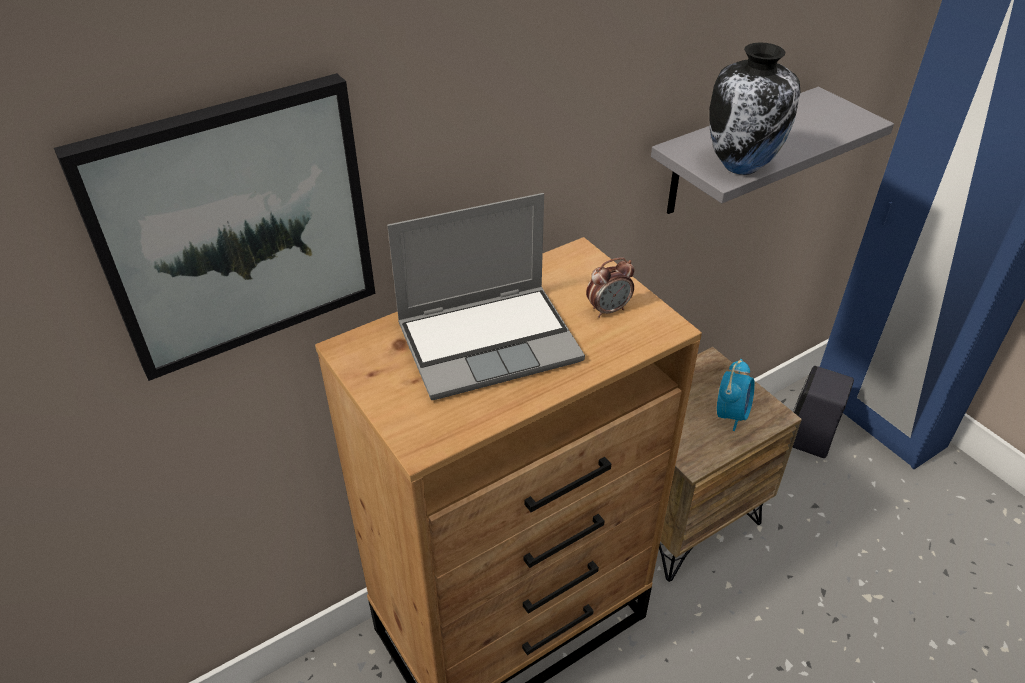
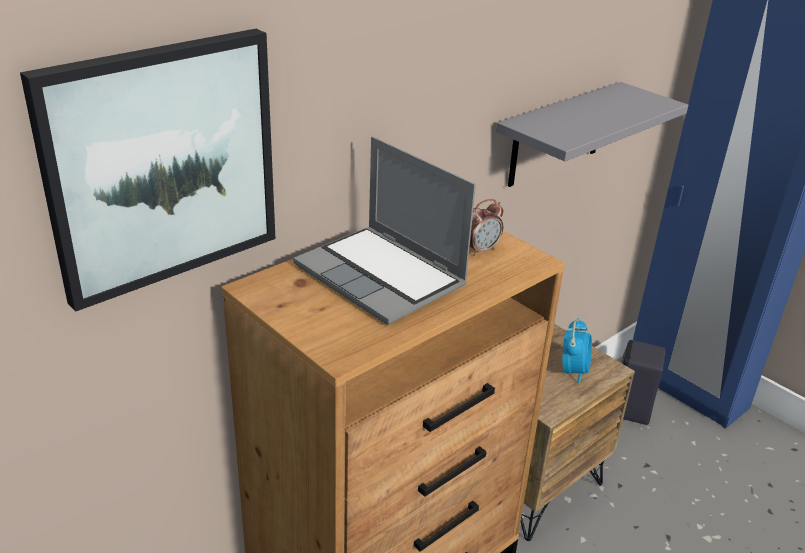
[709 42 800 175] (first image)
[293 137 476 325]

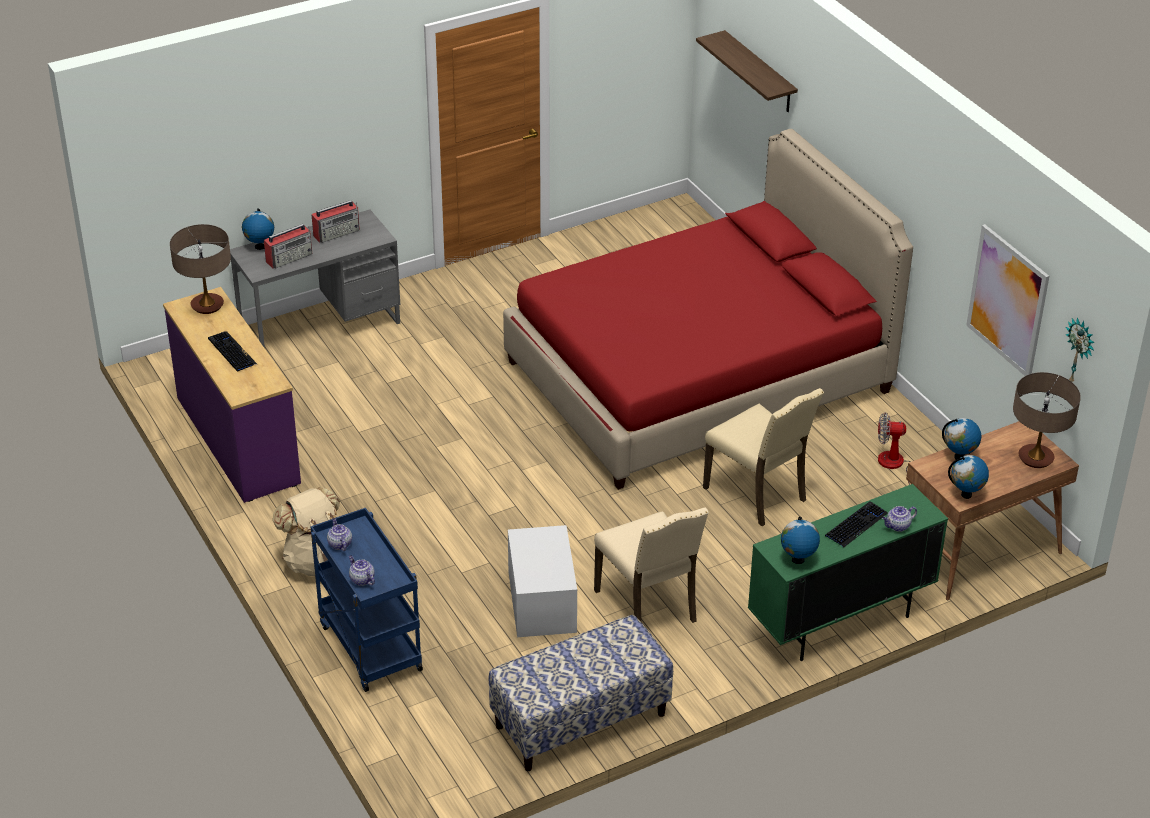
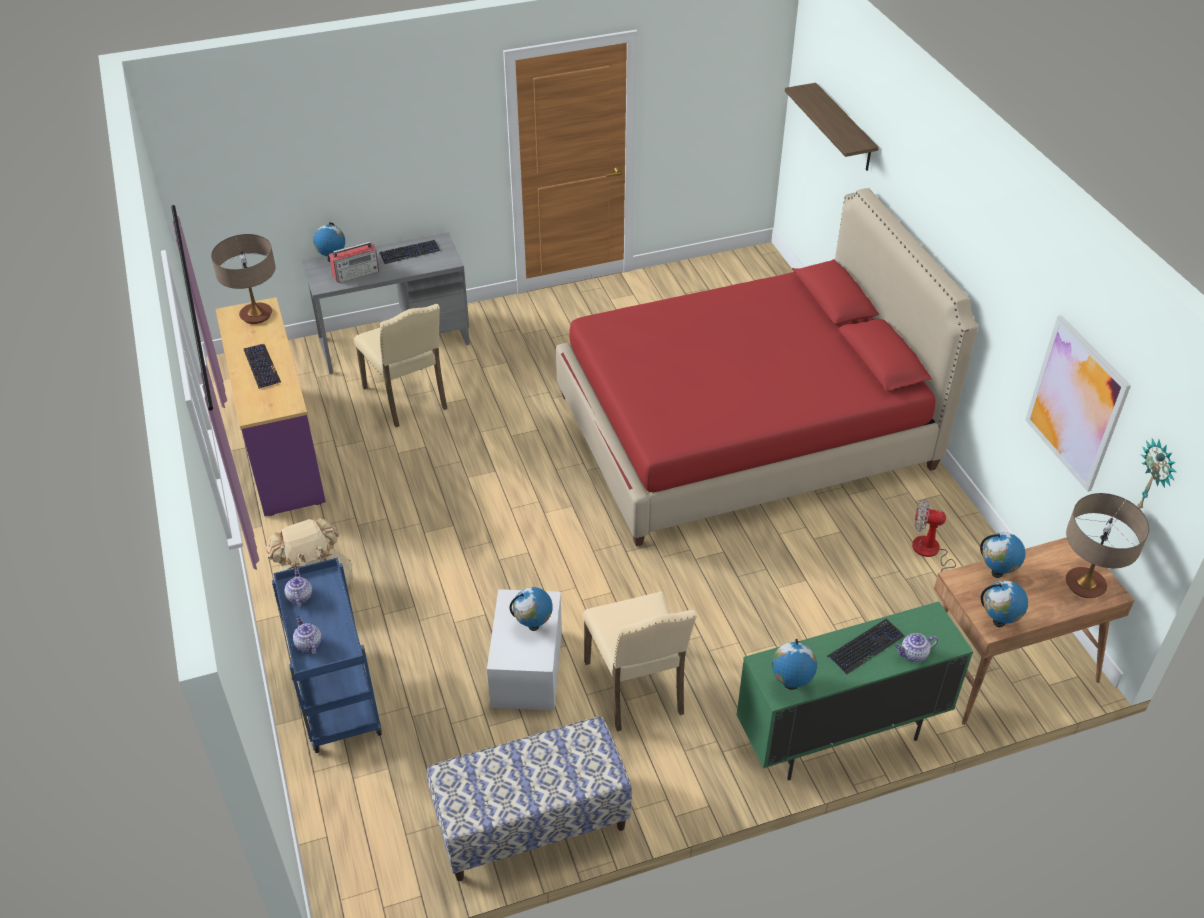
[379 240 440 264]
[354 304 448 427]
[509 587 553 631]

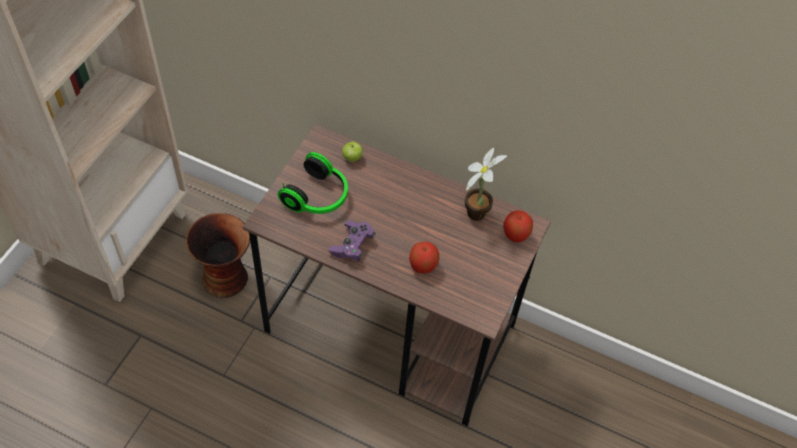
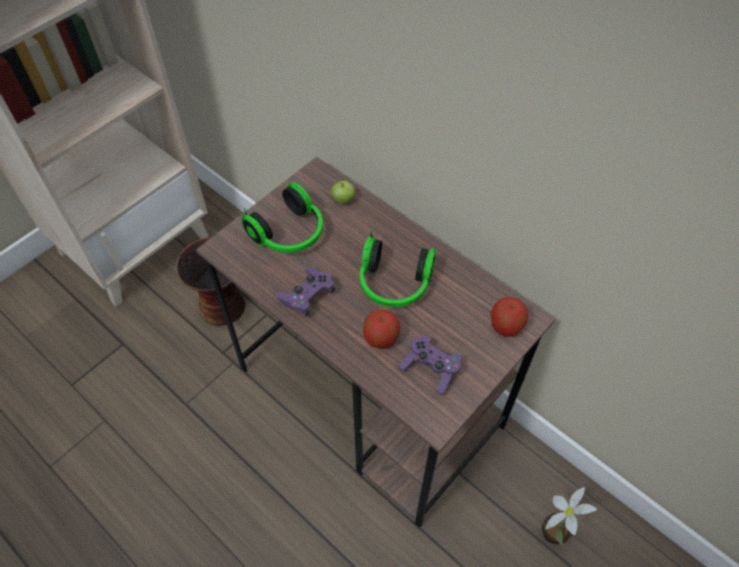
[542 487 597 545]
[360 229 436 307]
[398 335 462 395]

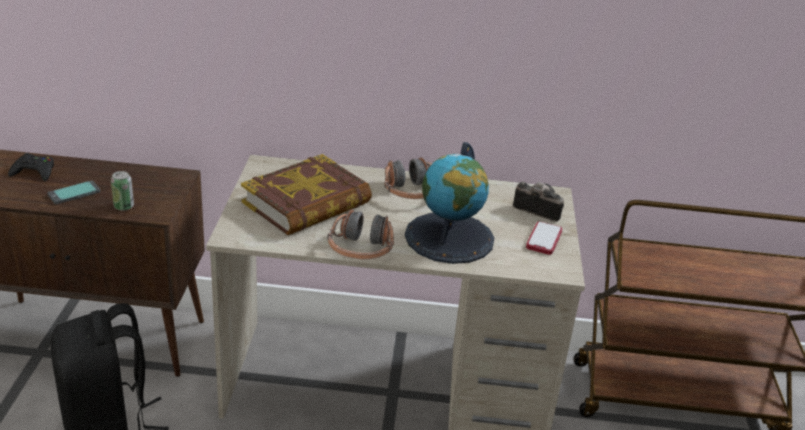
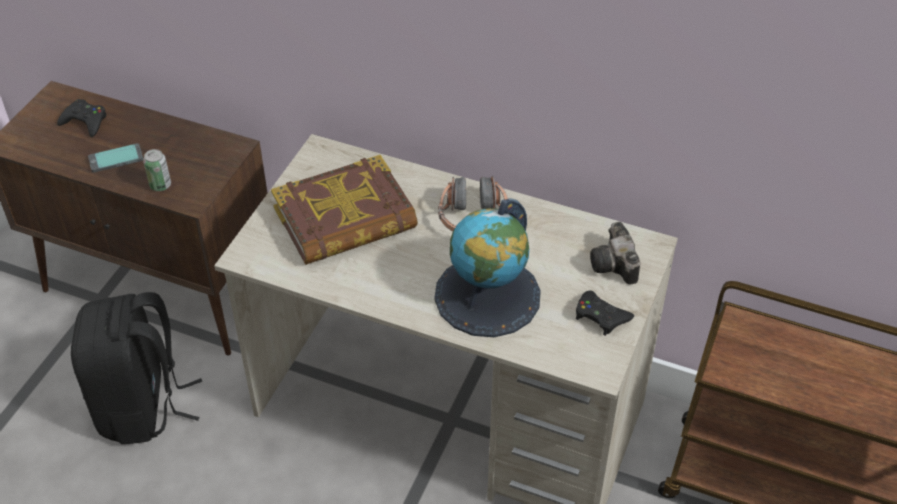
[590 222 640 285]
[327 209 394 259] (first image)
[576 290 634 336]

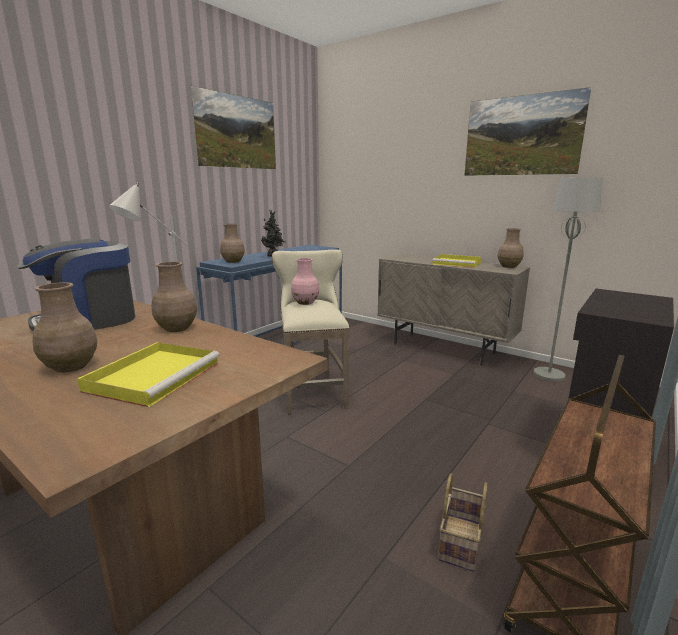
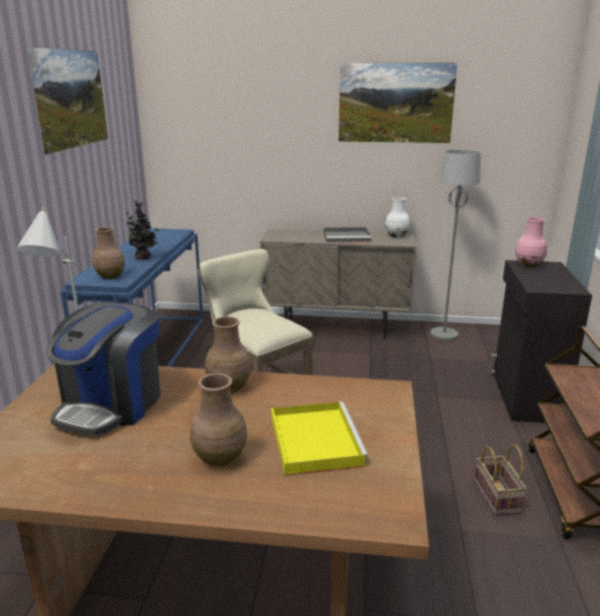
[385 197 410 237]
[324 227 371 243]
[515 217 547 267]

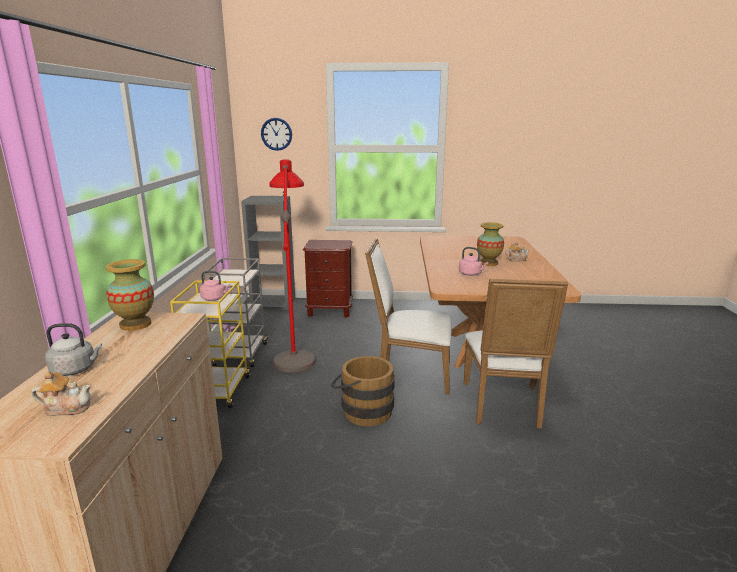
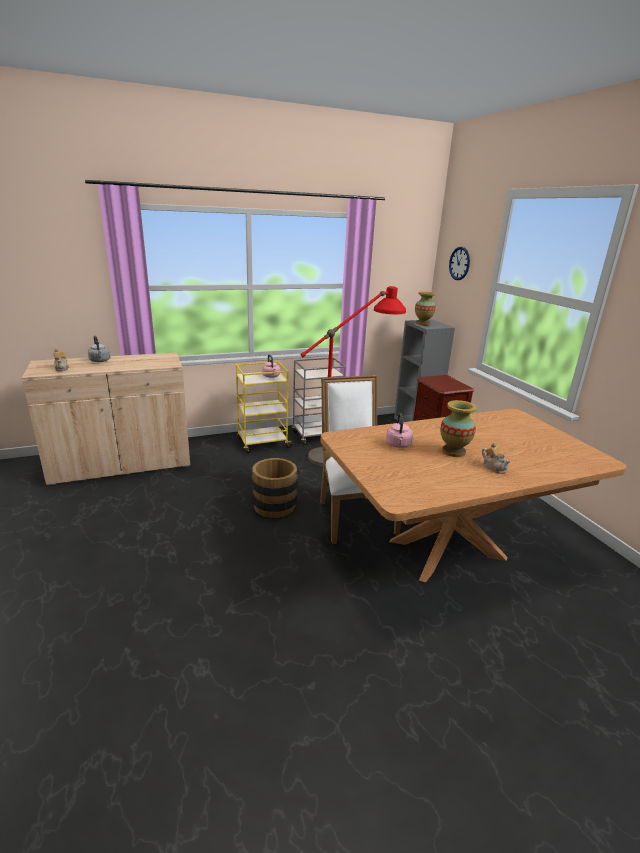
[415 291 436 325]
[464 279 568 428] (first image)

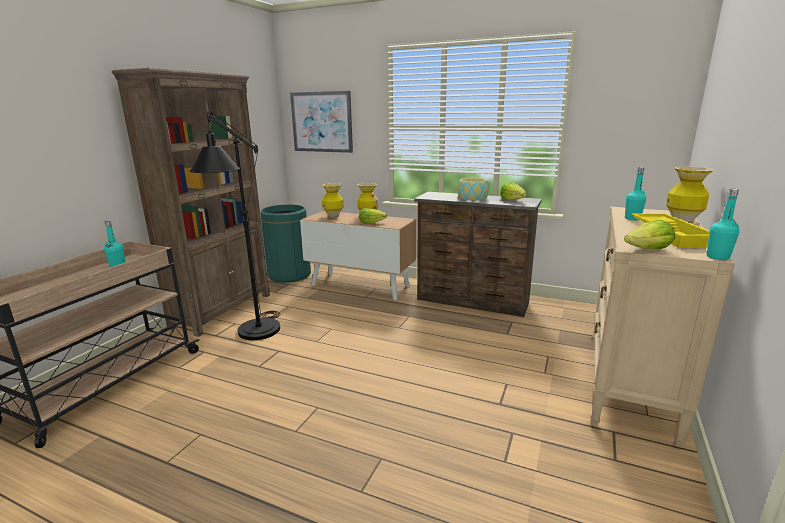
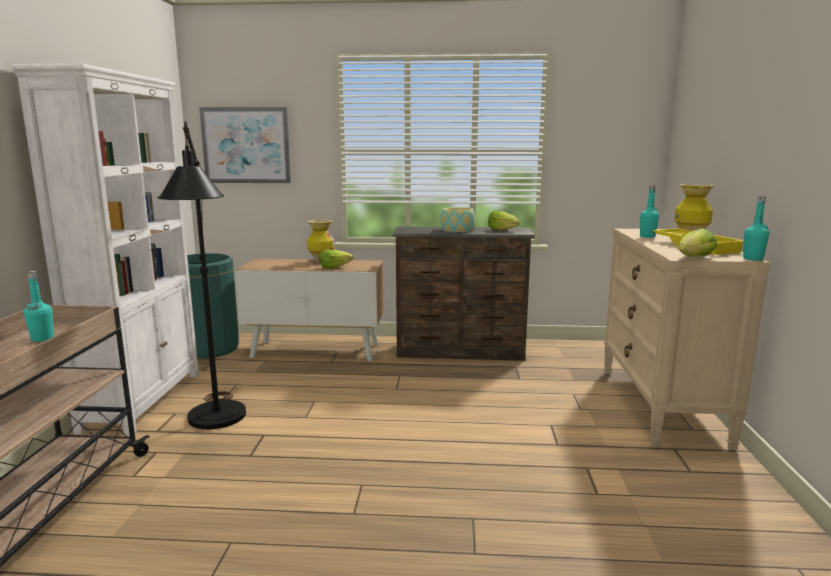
[11 63 199 436]
[322 183 344 218] (first image)

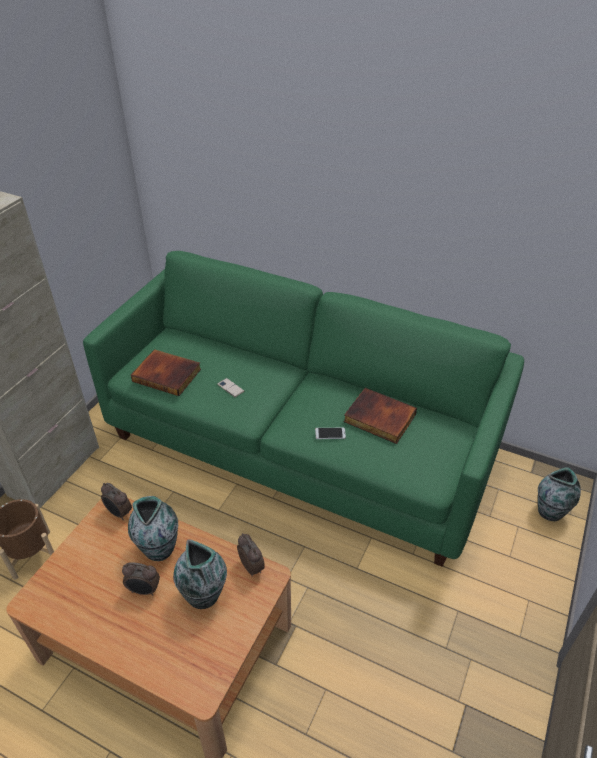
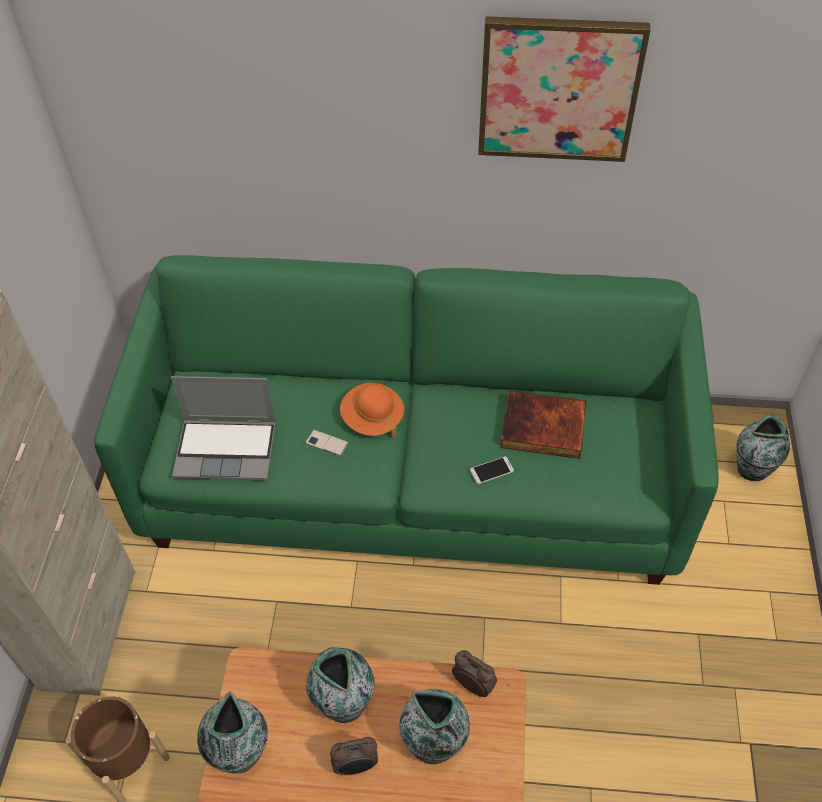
[171 376 276 480]
[101 483 132 520] (first image)
[478 16 651 162]
[340 383 404 437]
[197 691 268 773]

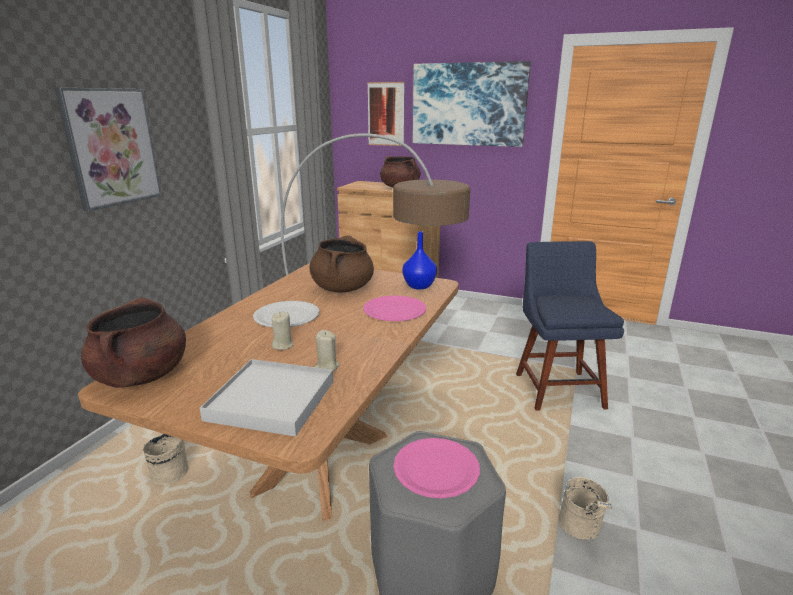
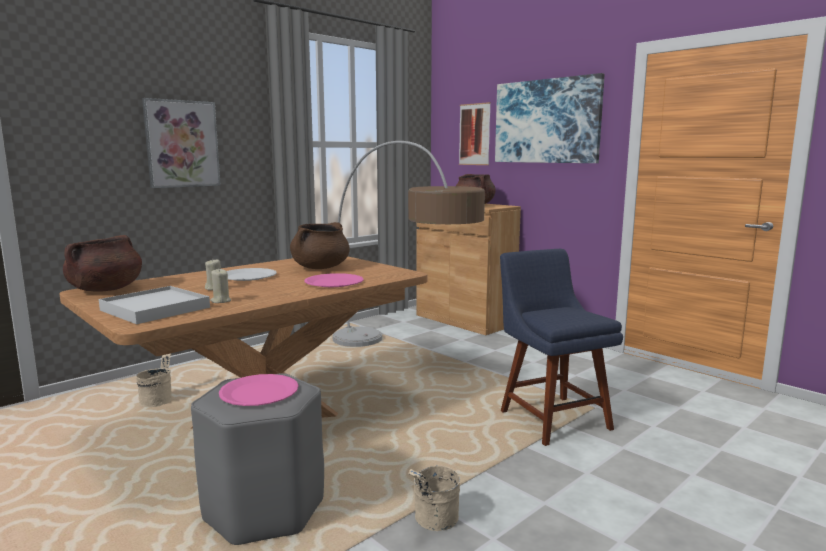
[402 231 437 289] (first image)
[500 249 623 446]

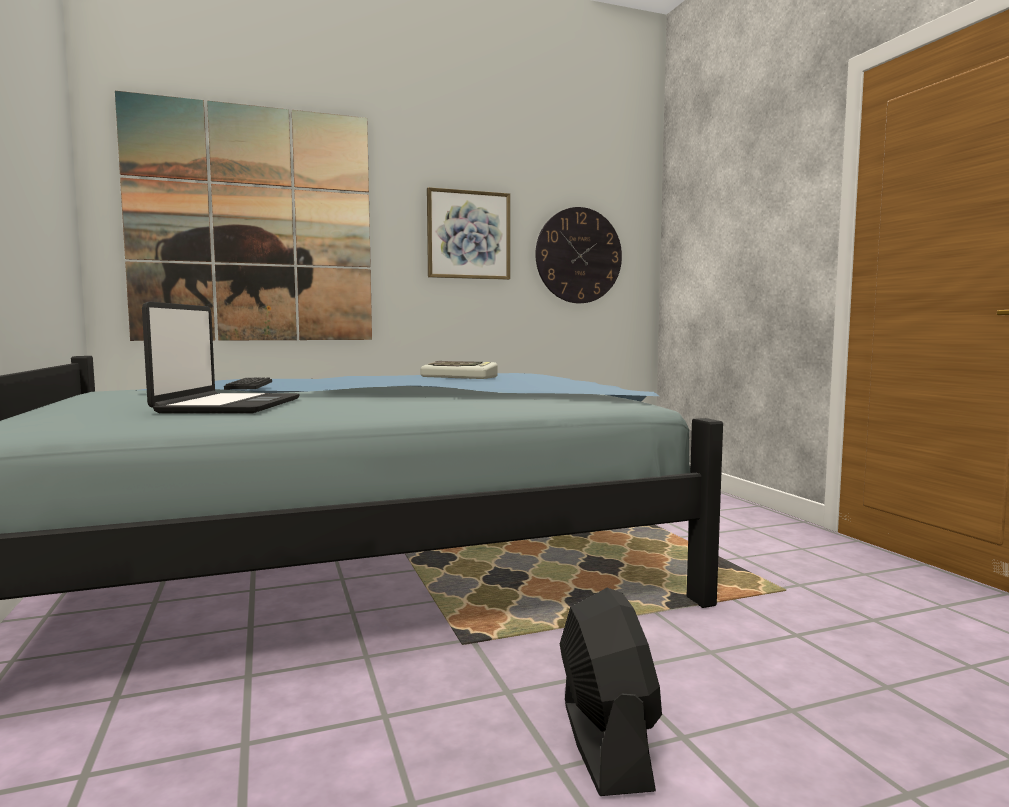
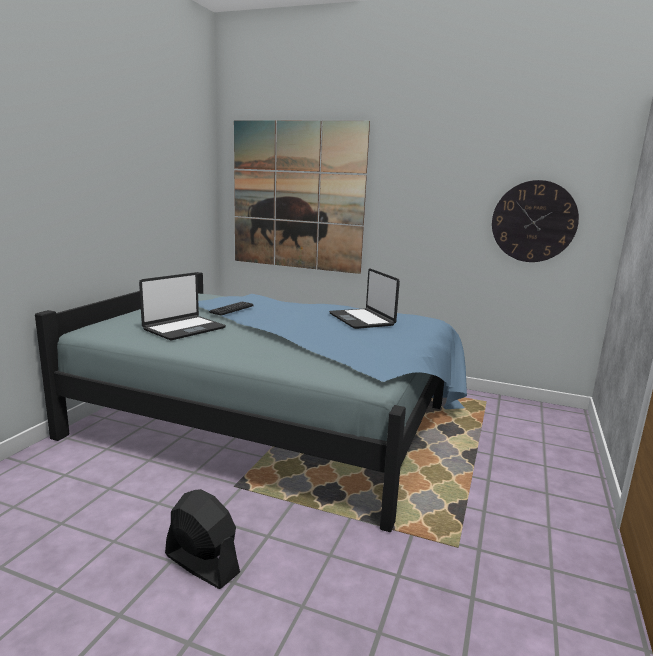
[427 187 510 280] (first image)
[329 268 400 329]
[165 489 240 589]

